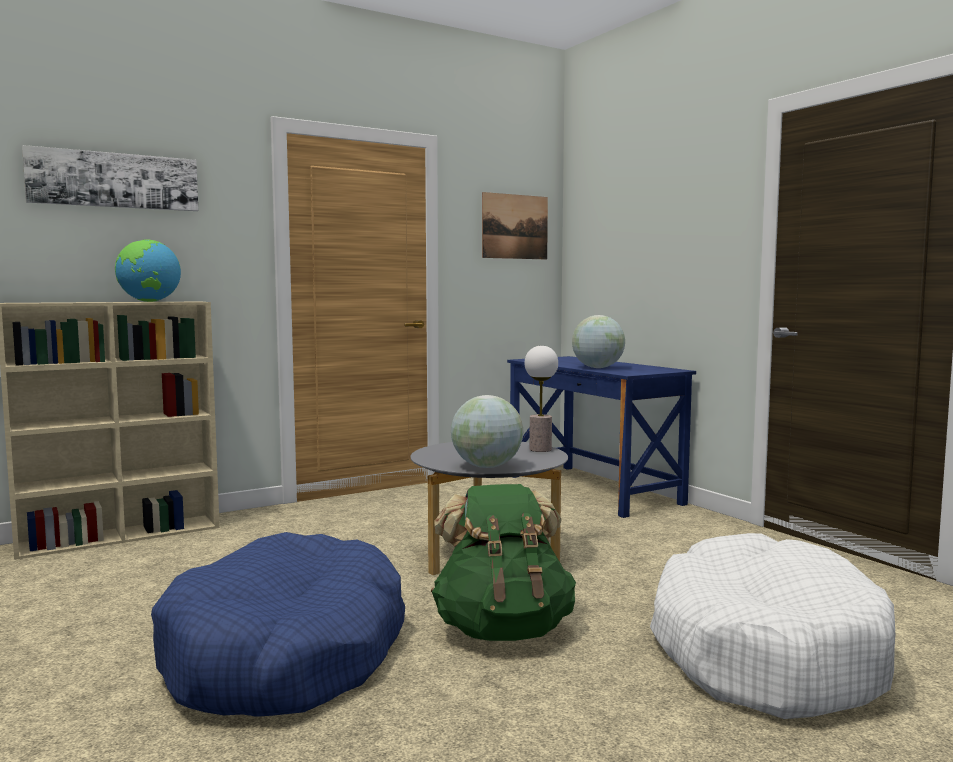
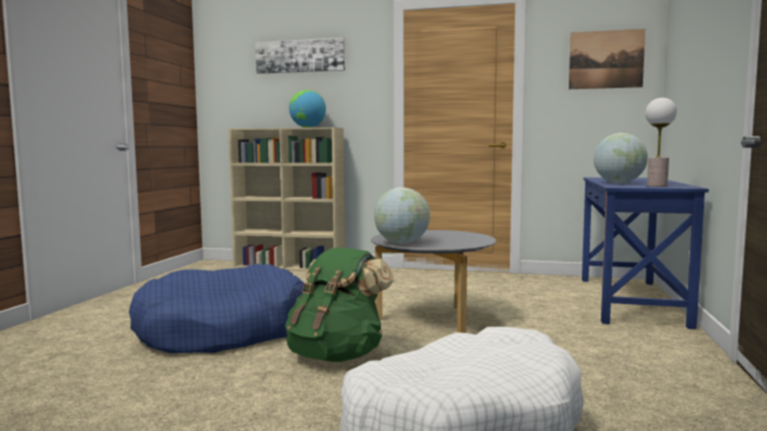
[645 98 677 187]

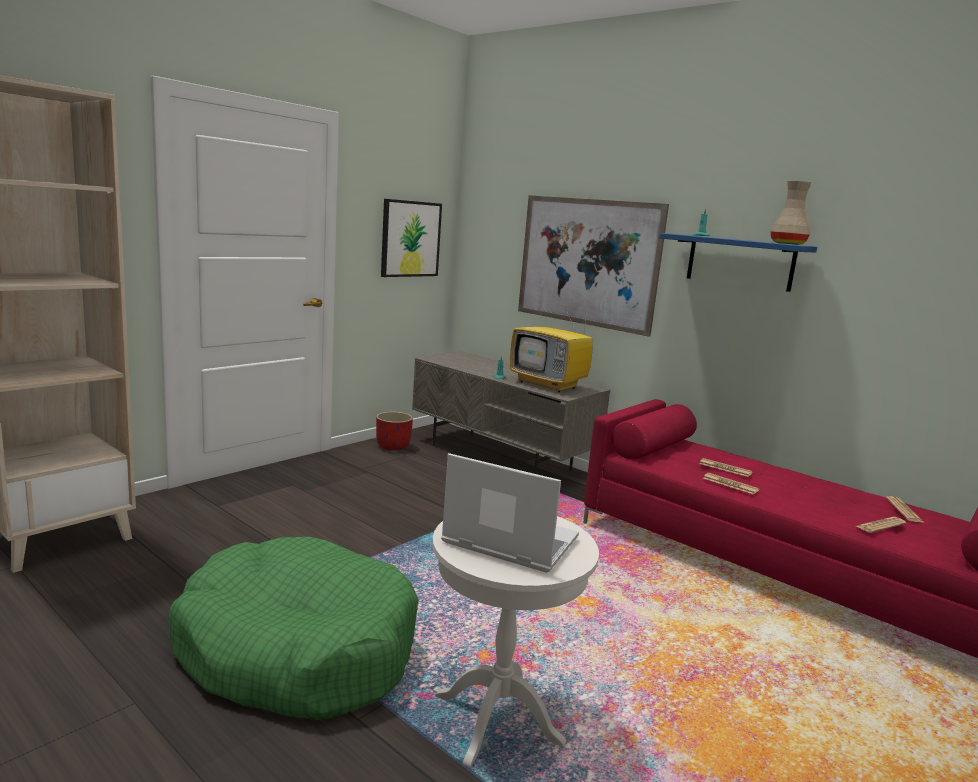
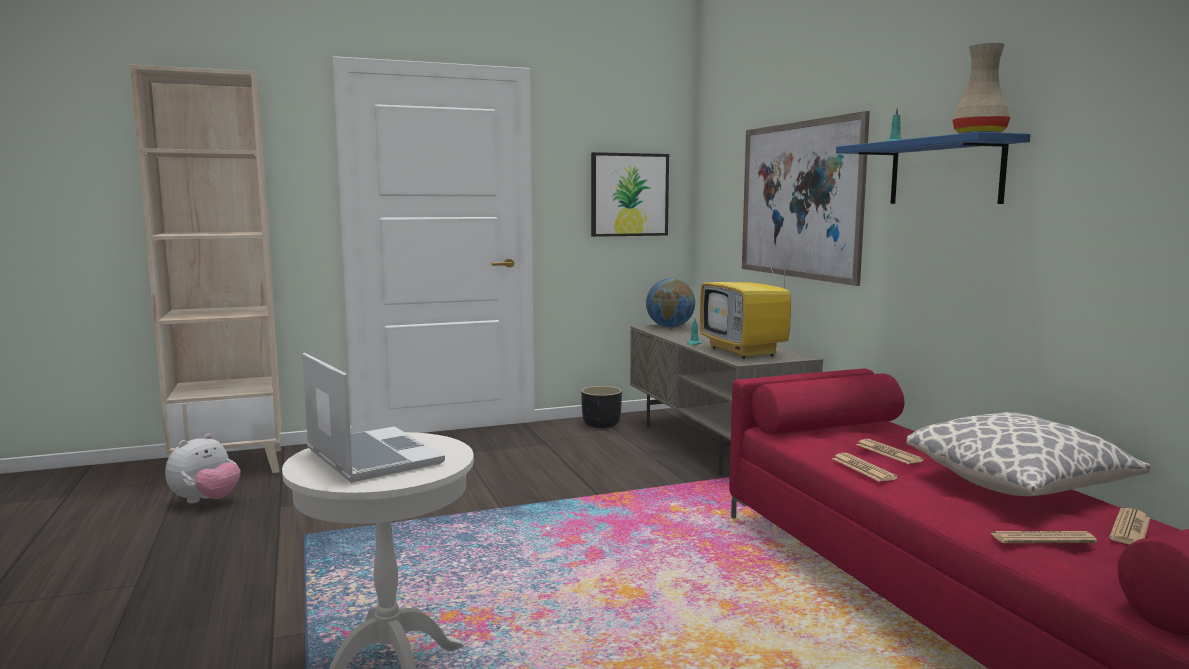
[581 386 622 428]
[168 537 418 720] (first image)
[646 278 695 328]
[906 412 1150 496]
[165 433 241 504]

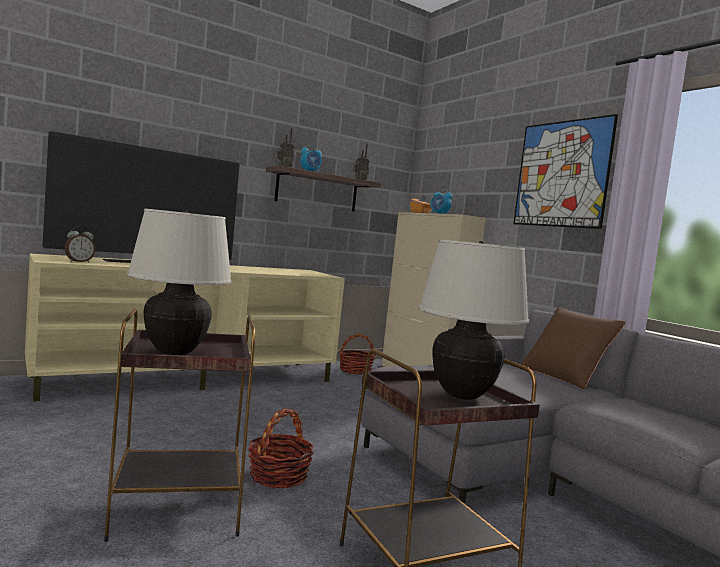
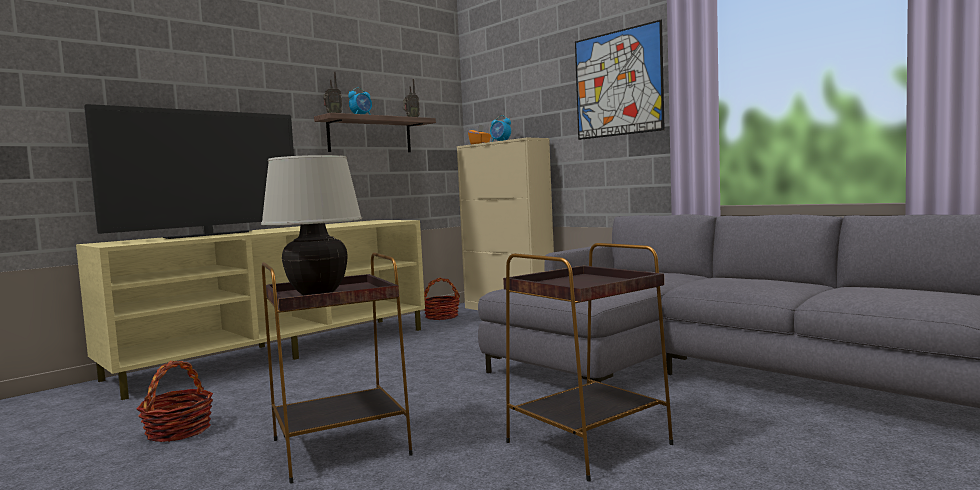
[64 226 96 263] (first image)
[418 239 529 400] (first image)
[521 307 626 390] (first image)
[137 361 213 442]

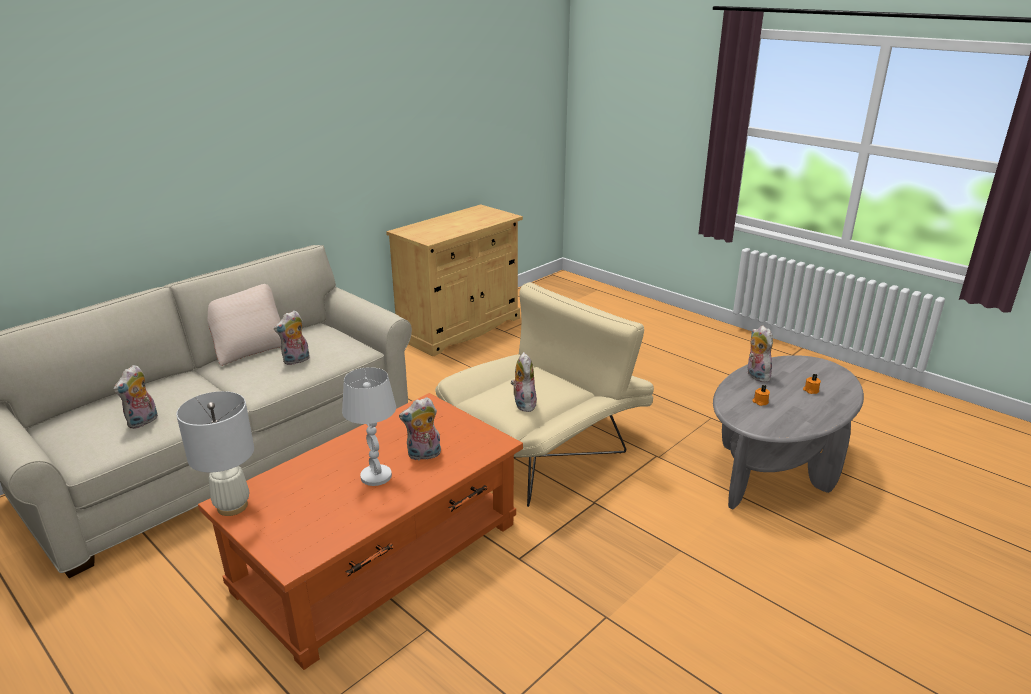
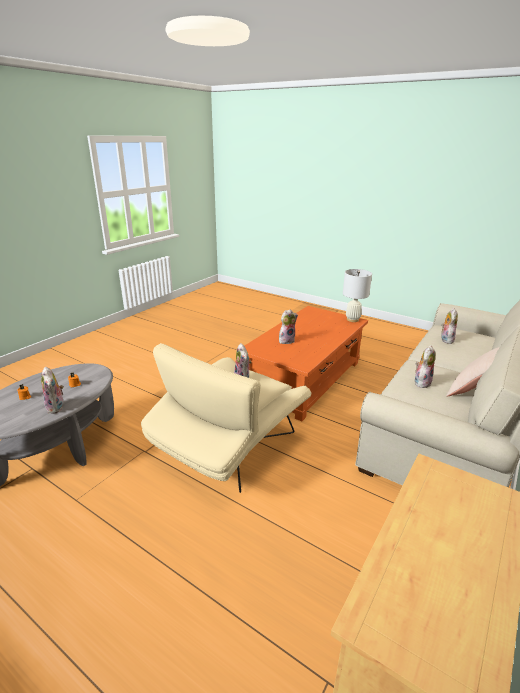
[342 367 396 486] (first image)

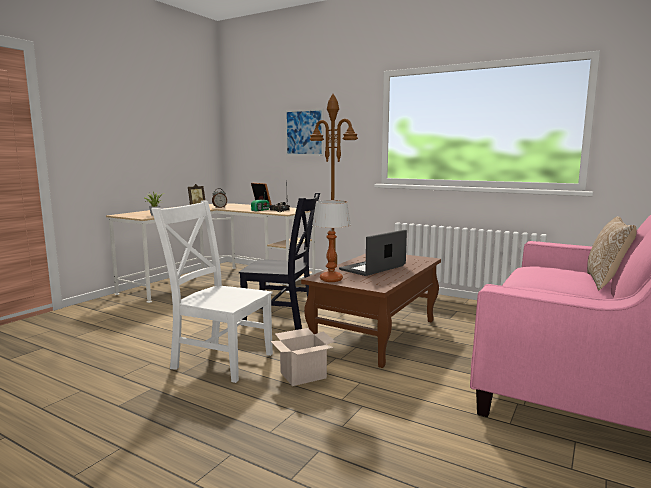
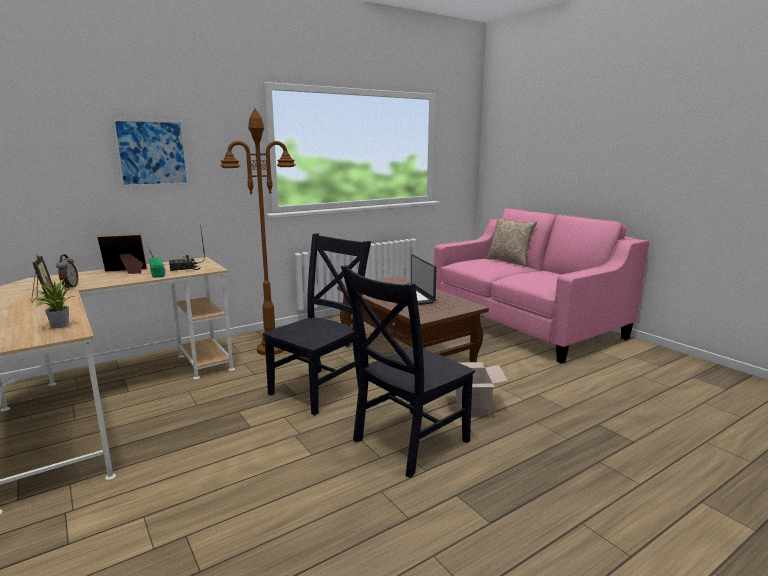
[312 200 351 282] (first image)
[341 265 475 478]

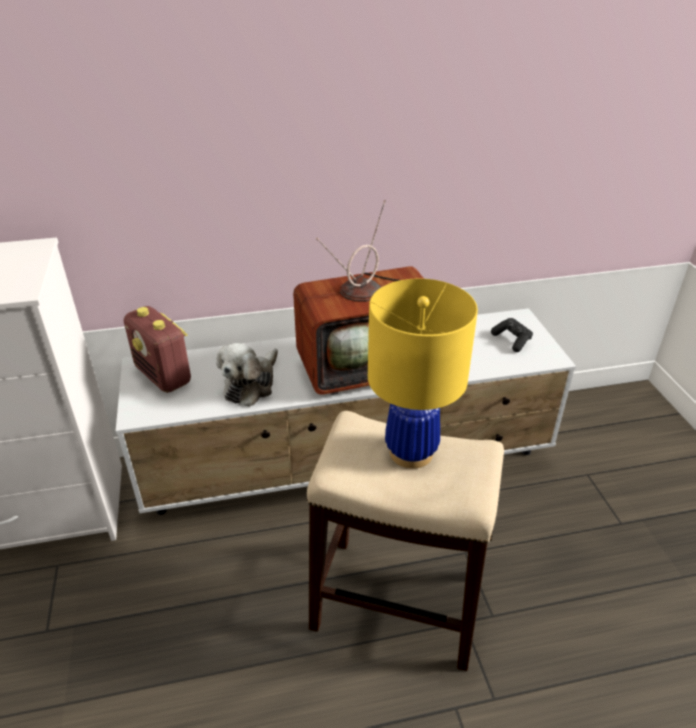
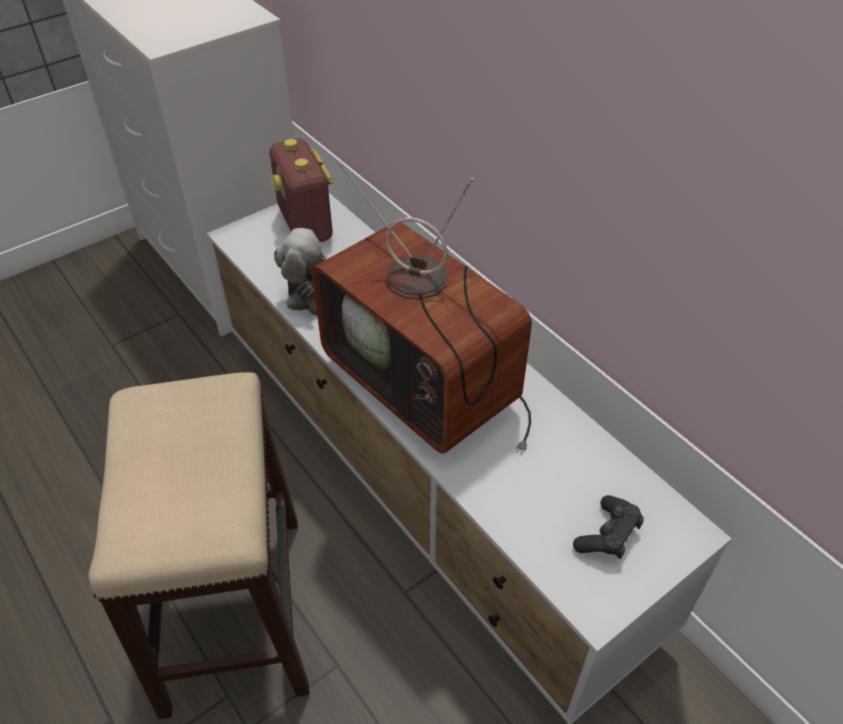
[368 279 478 469] (first image)
[270 138 334 242]

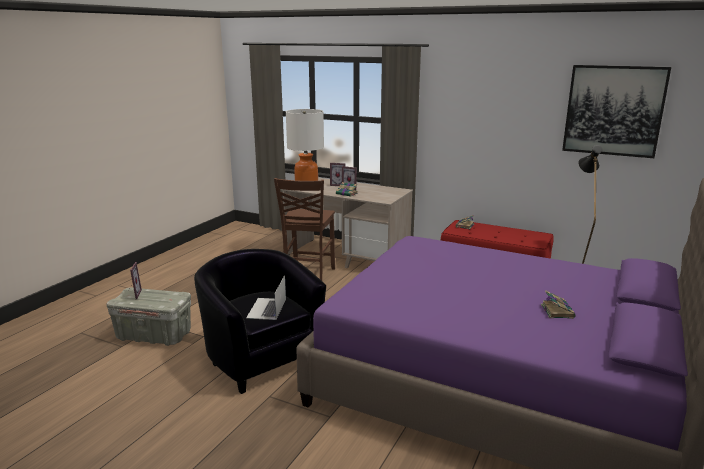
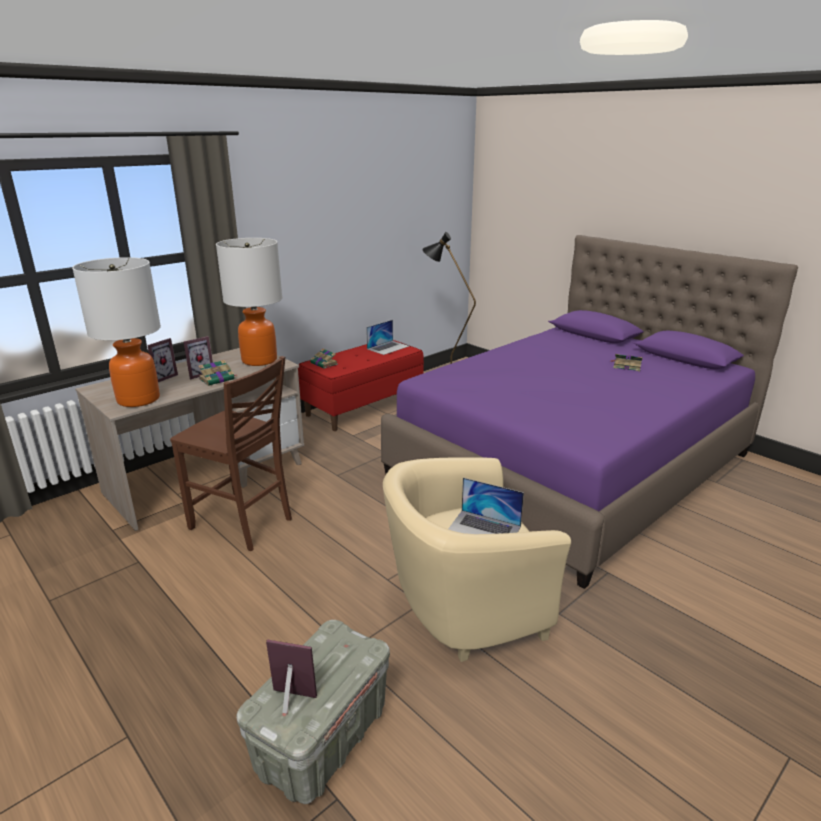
[562 65 671 158] (first image)
[383 457 571 662]
[216 238 282 366]
[366 320 409 355]

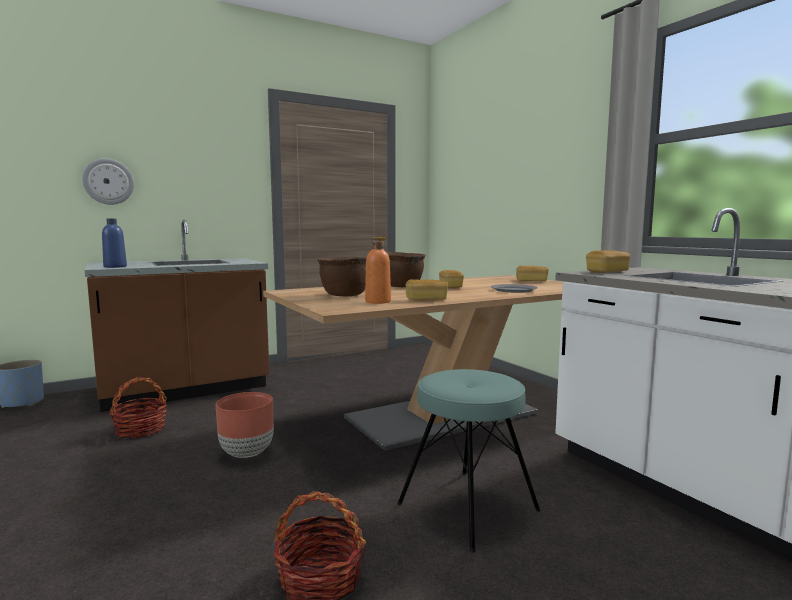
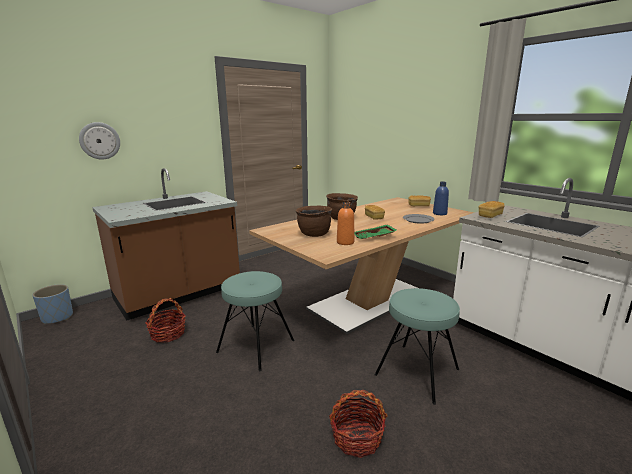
[433 182 449 215]
[354 225 398 239]
[216 271 295 372]

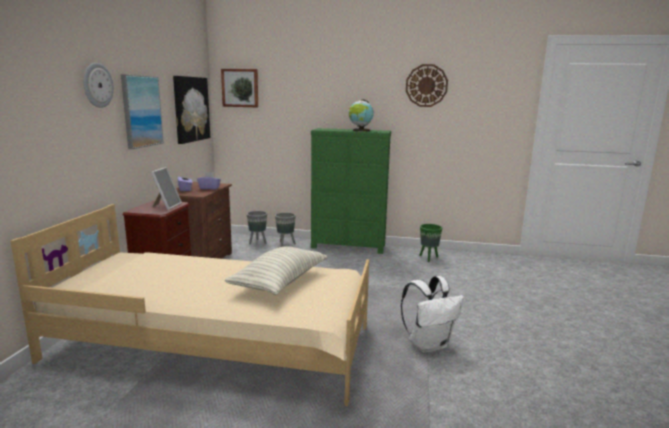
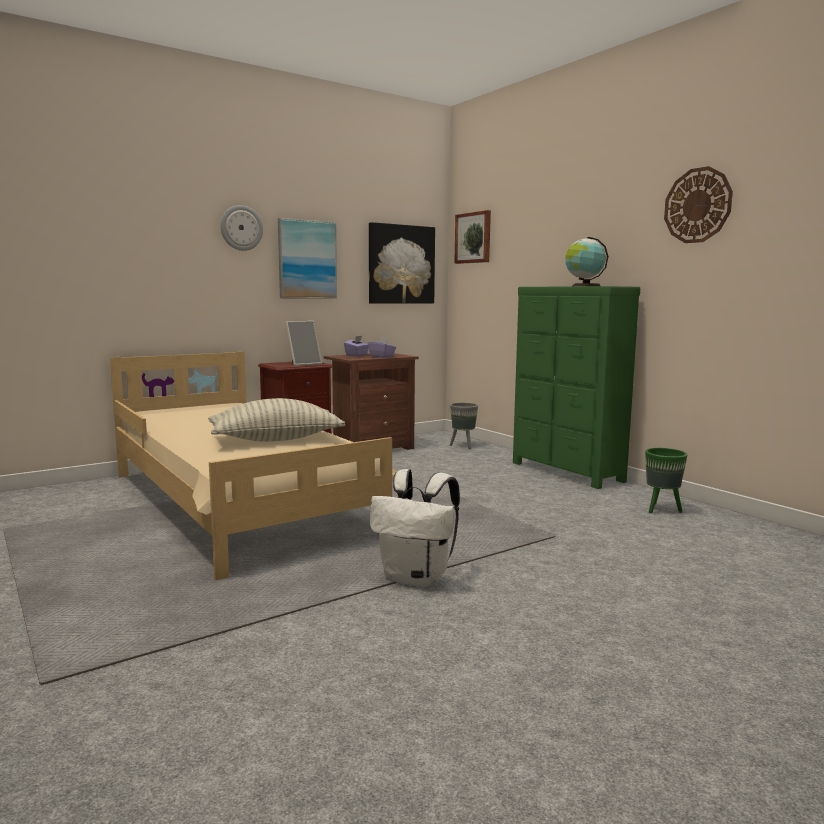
[275 212 296 247] (first image)

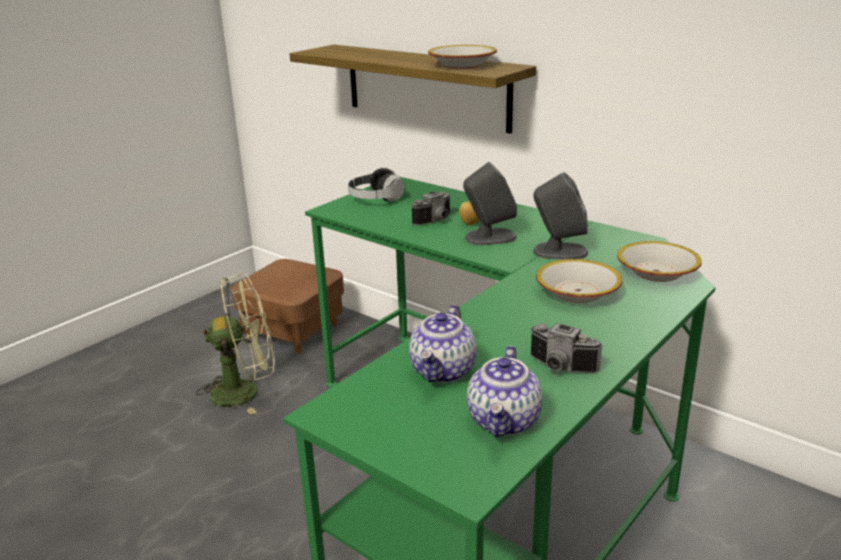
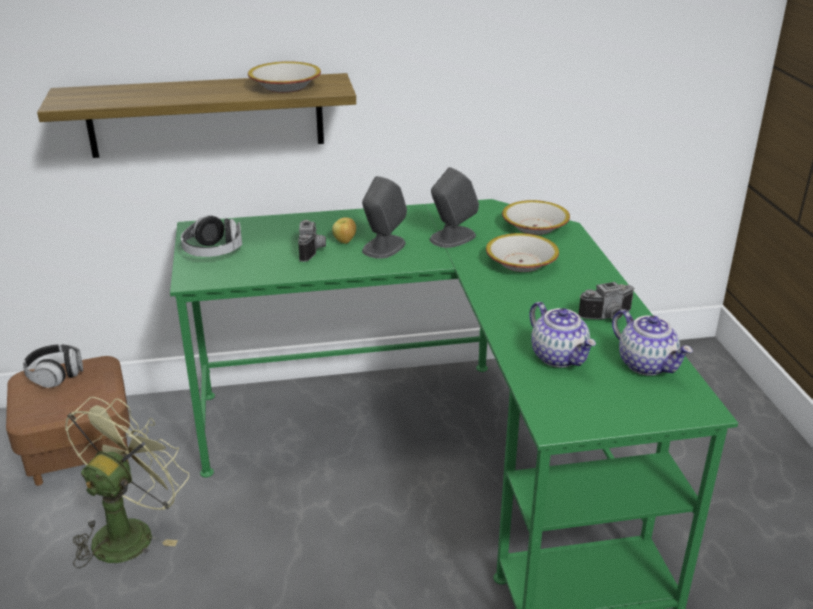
[22 344 83 388]

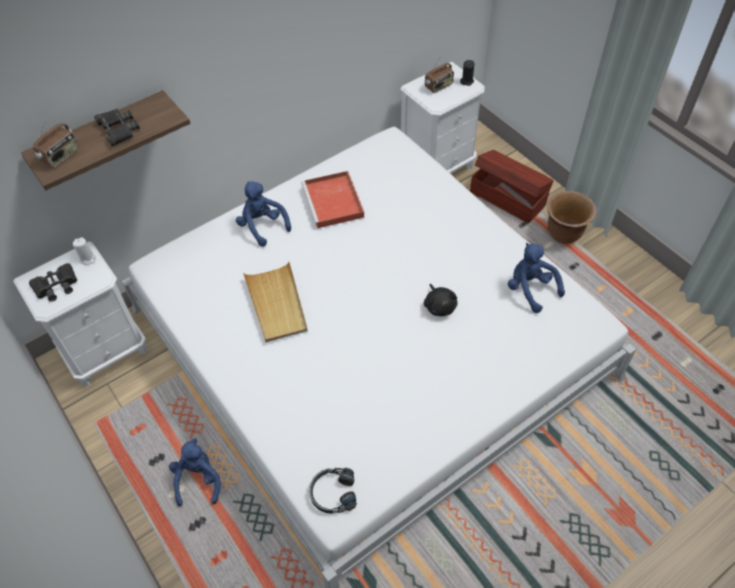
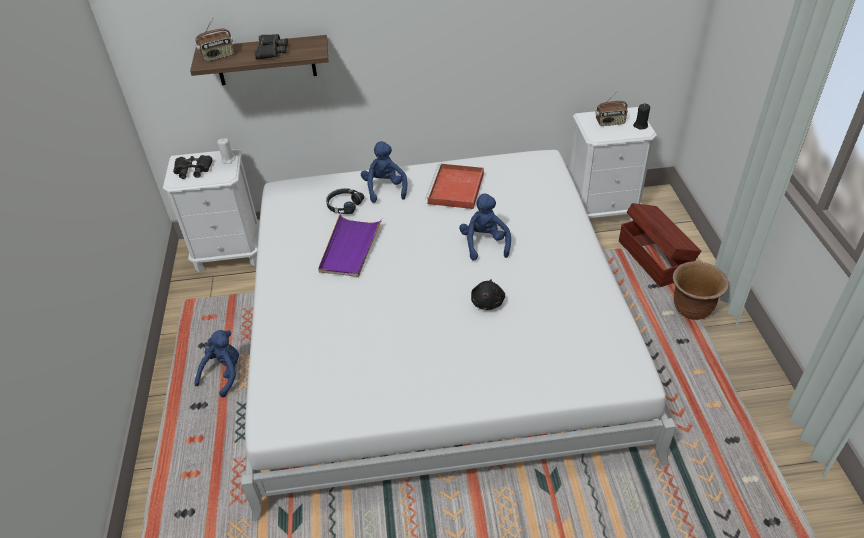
[459 193 511 261]
[318 214 382 277]
[326 188 364 214]

